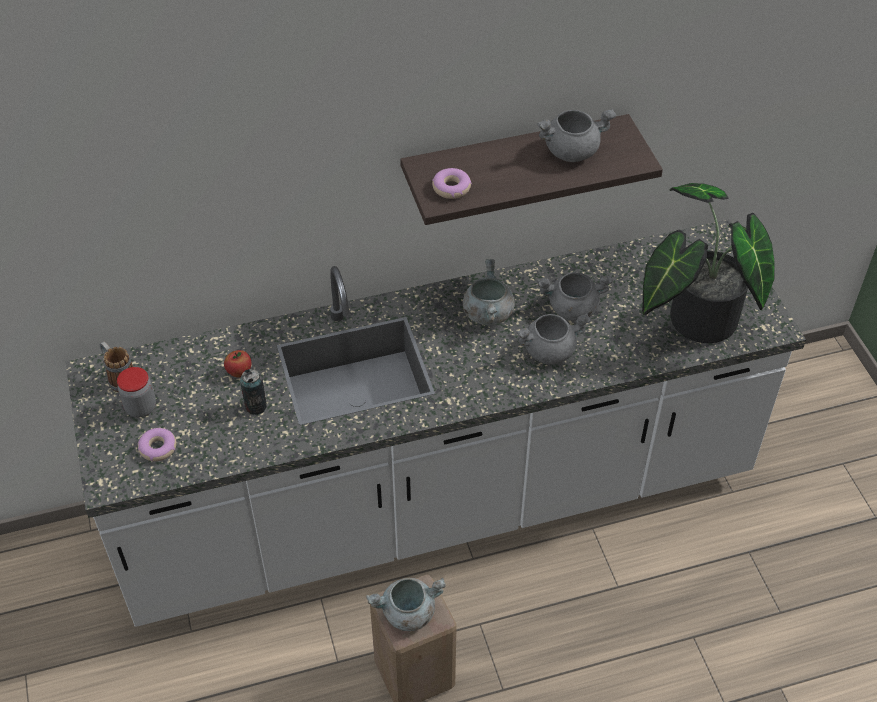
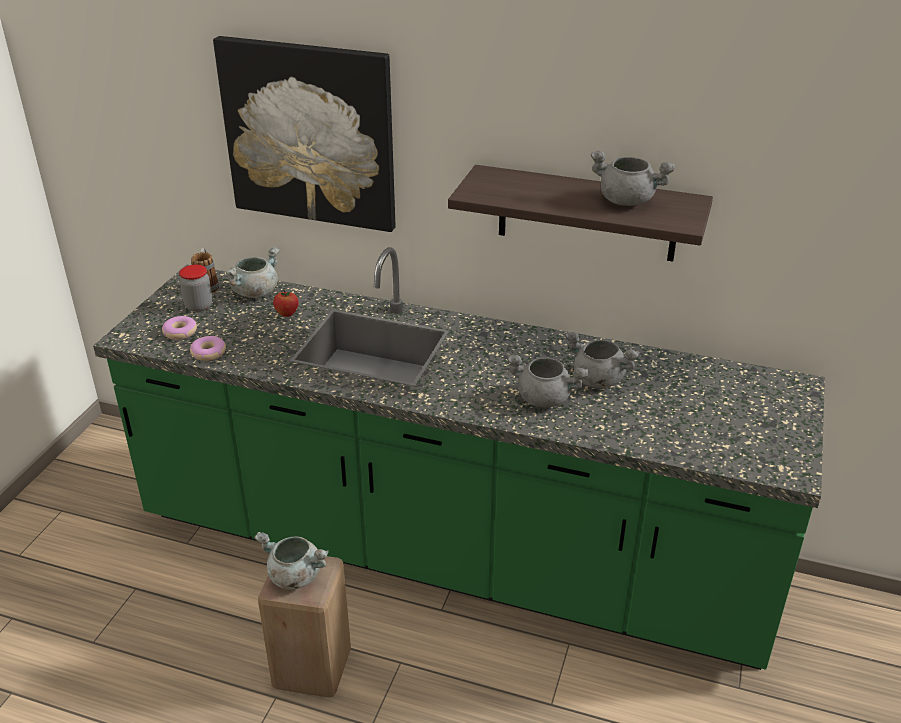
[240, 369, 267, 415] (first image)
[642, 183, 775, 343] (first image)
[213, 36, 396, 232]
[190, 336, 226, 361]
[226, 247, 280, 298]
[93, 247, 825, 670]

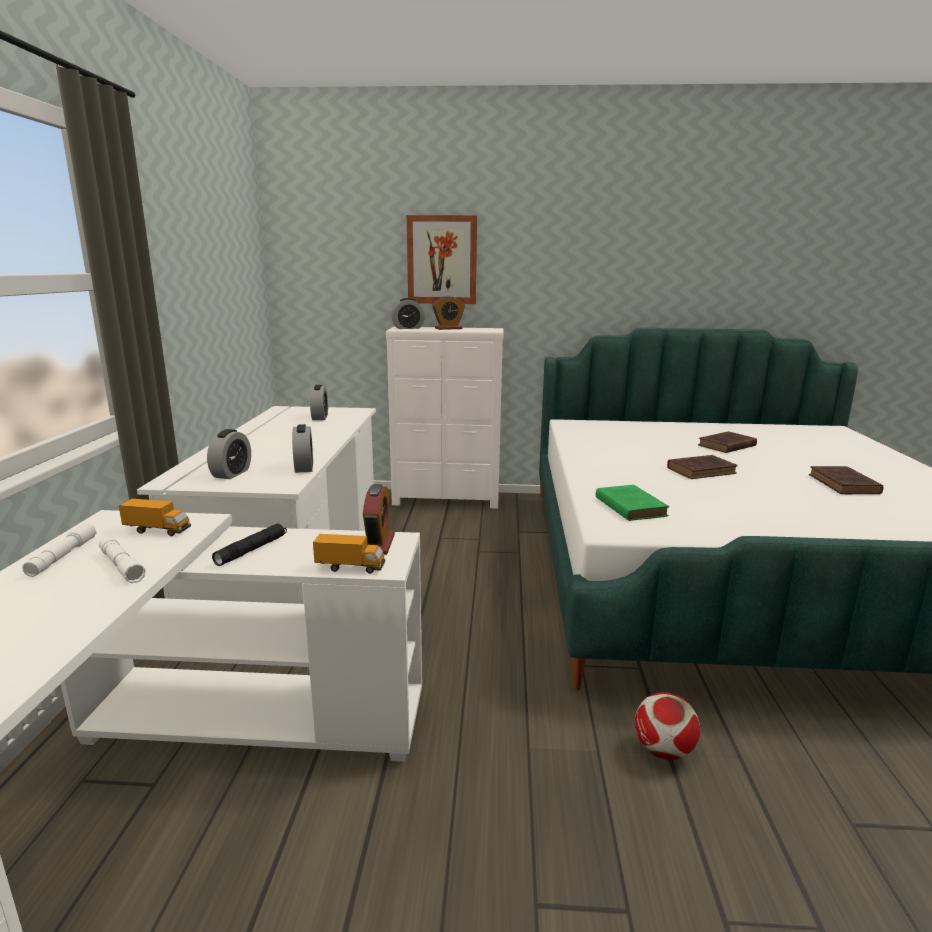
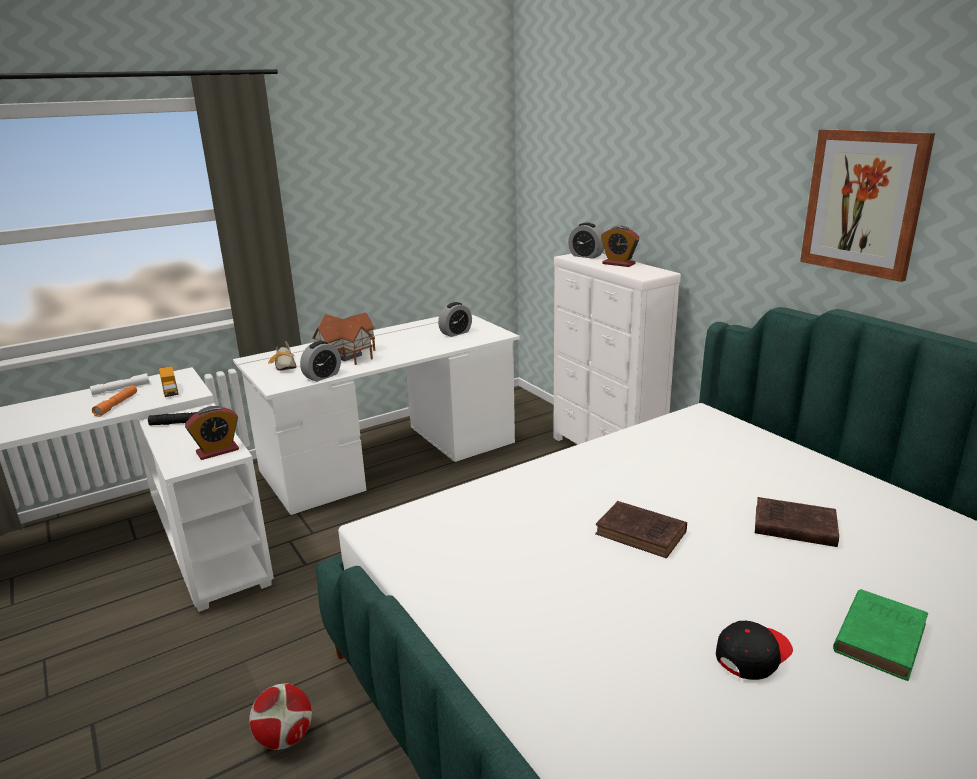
[313, 534, 385, 574] (first image)
[312, 313, 375, 365]
[800, 129, 935, 282]
[833, 589, 928, 681]
[268, 341, 296, 371]
[716, 621, 793, 680]
[92, 385, 137, 417]

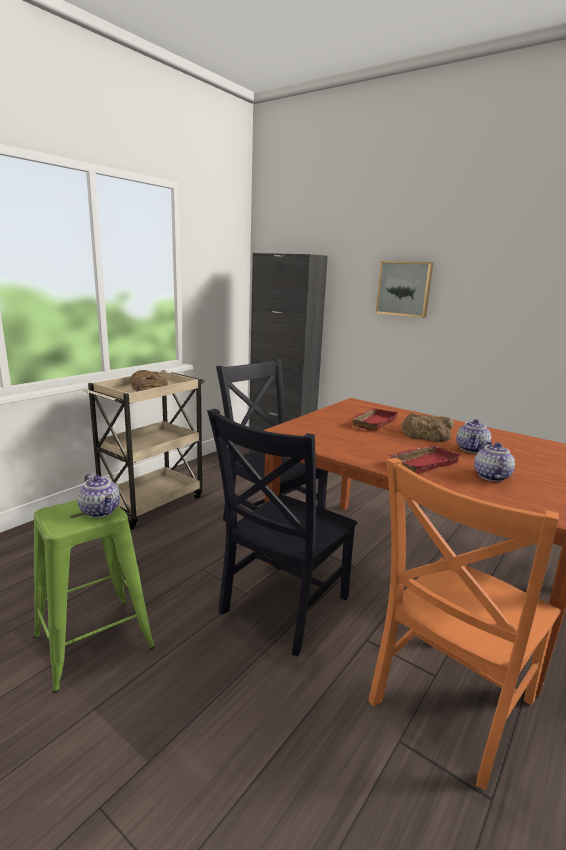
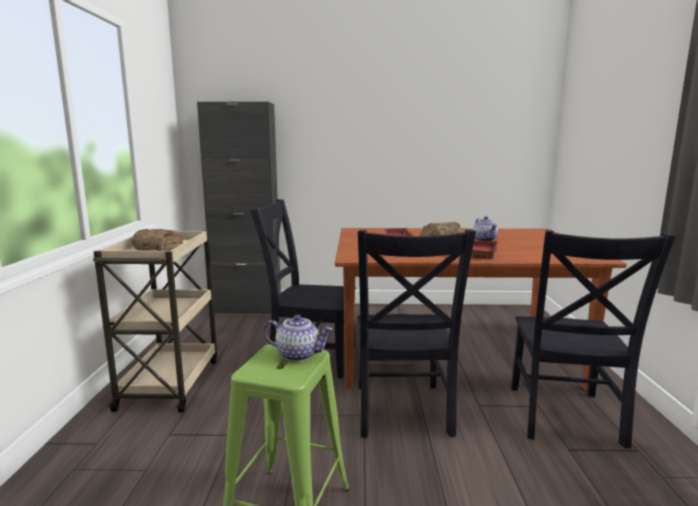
[376, 261, 433, 318] (first image)
[474, 441, 515, 482] (first image)
[511, 230, 676, 449]

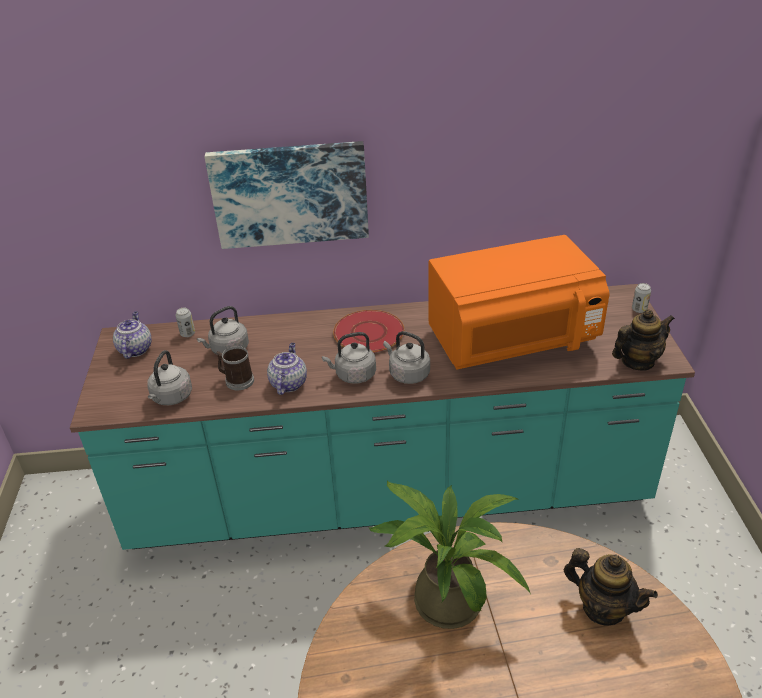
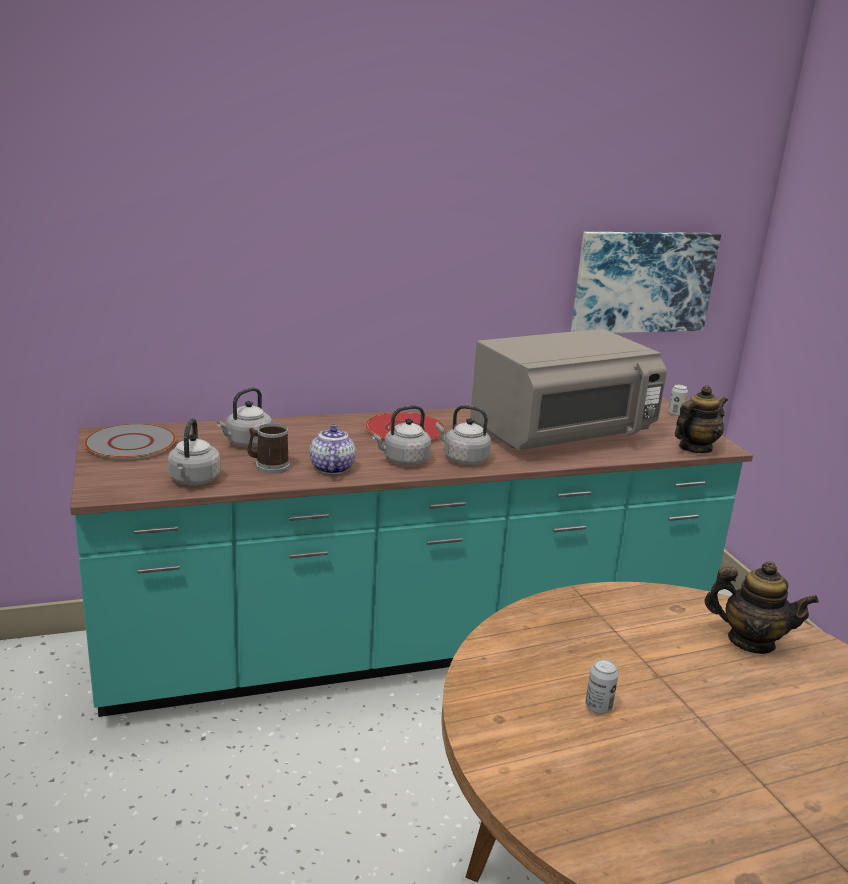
[369, 481, 531, 629] (first image)
[585, 659, 619, 714]
[571, 232, 721, 333]
[84, 424, 176, 460]
[470, 329, 667, 450]

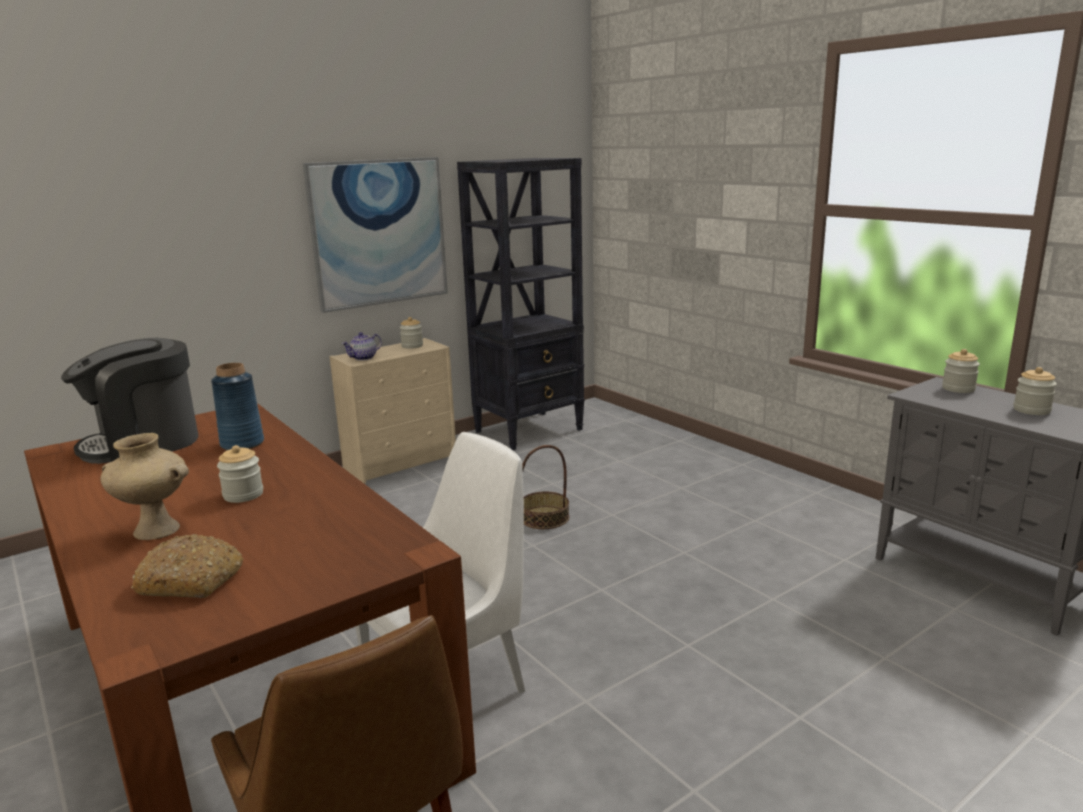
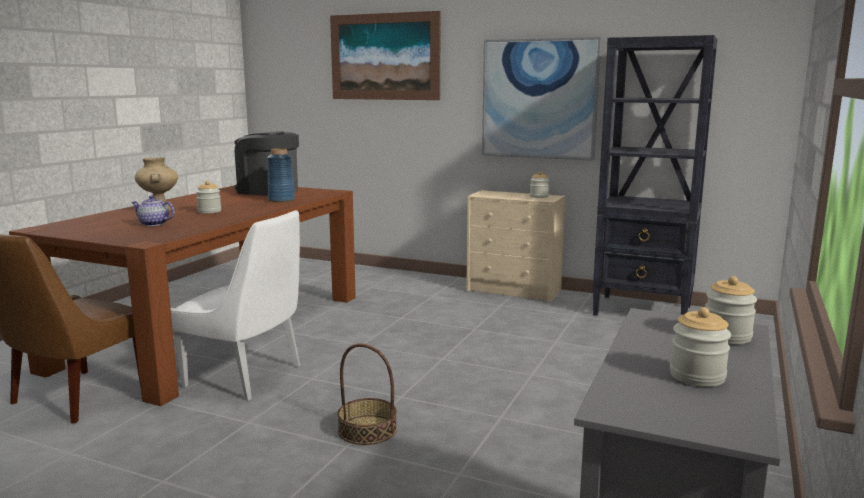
[131, 534, 243, 598] (first image)
[330, 11, 440, 100]
[131, 195, 175, 226]
[337, 343, 397, 445]

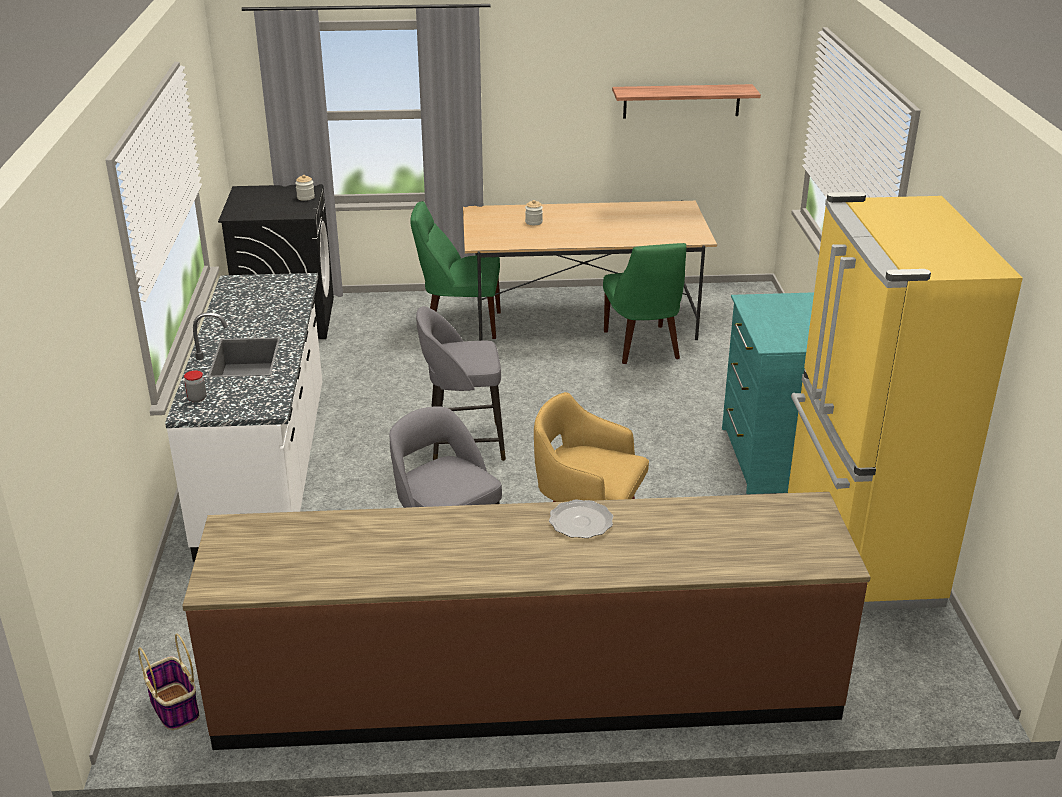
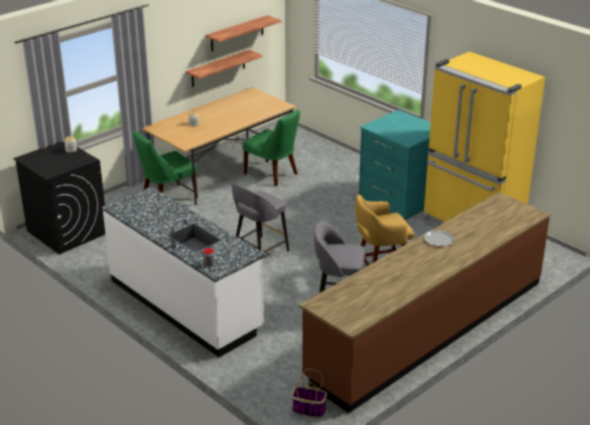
[186, 50, 263, 87]

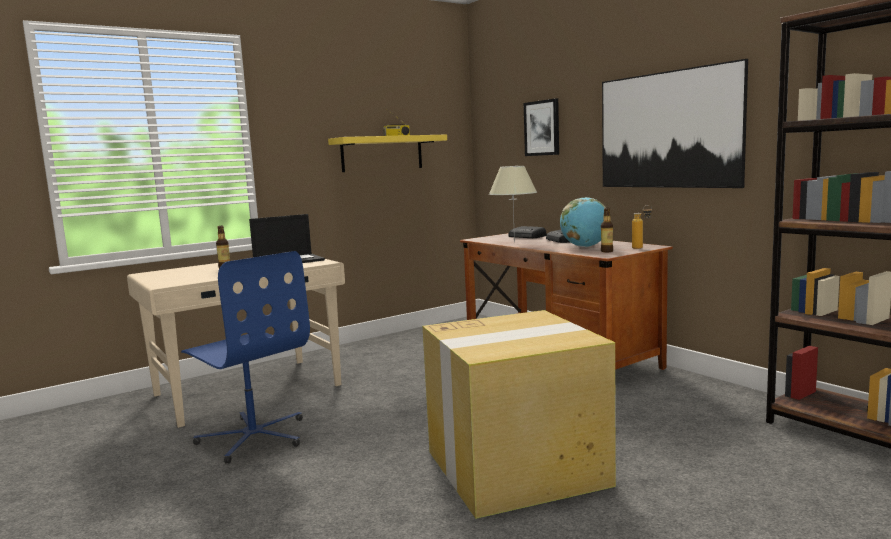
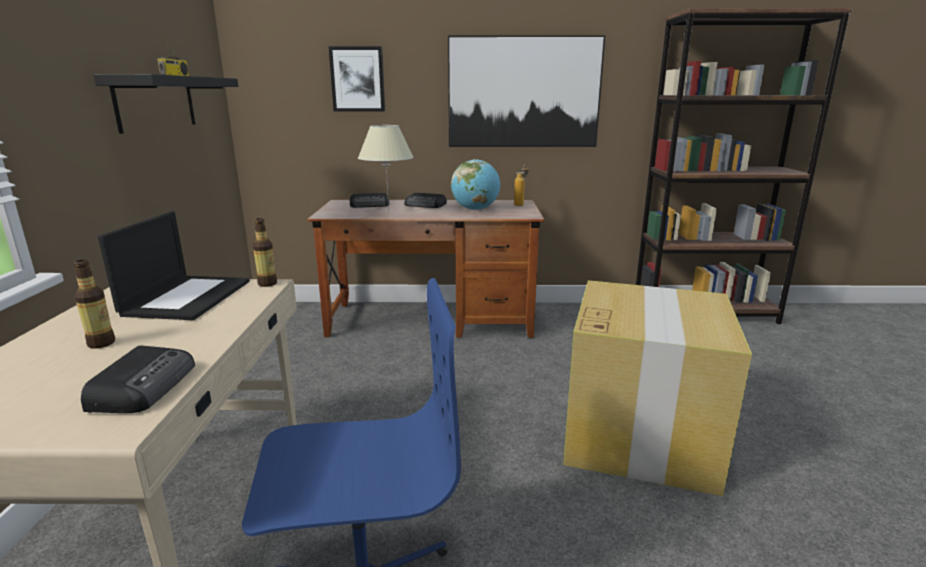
[81, 345, 195, 413]
[253, 218, 277, 287]
[93, 74, 238, 134]

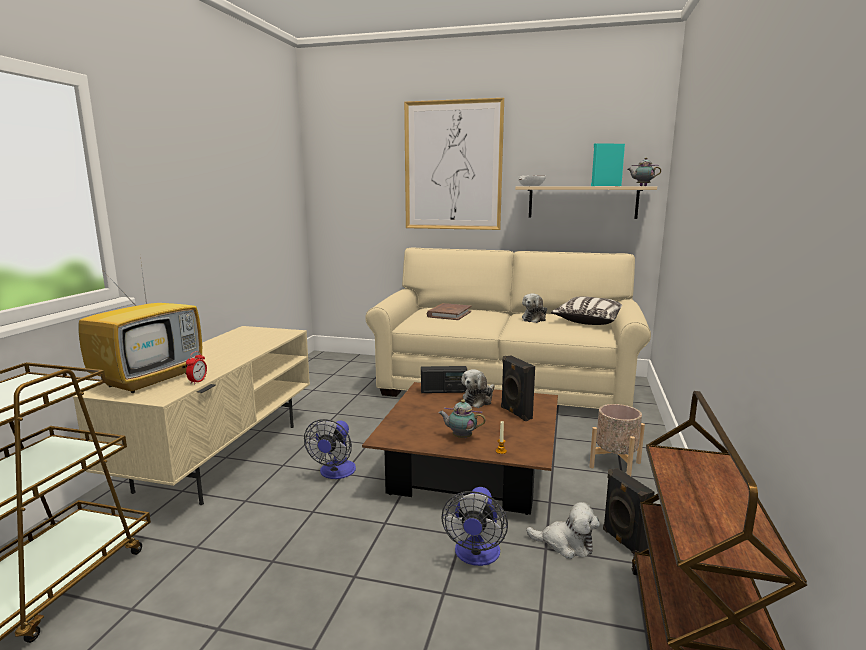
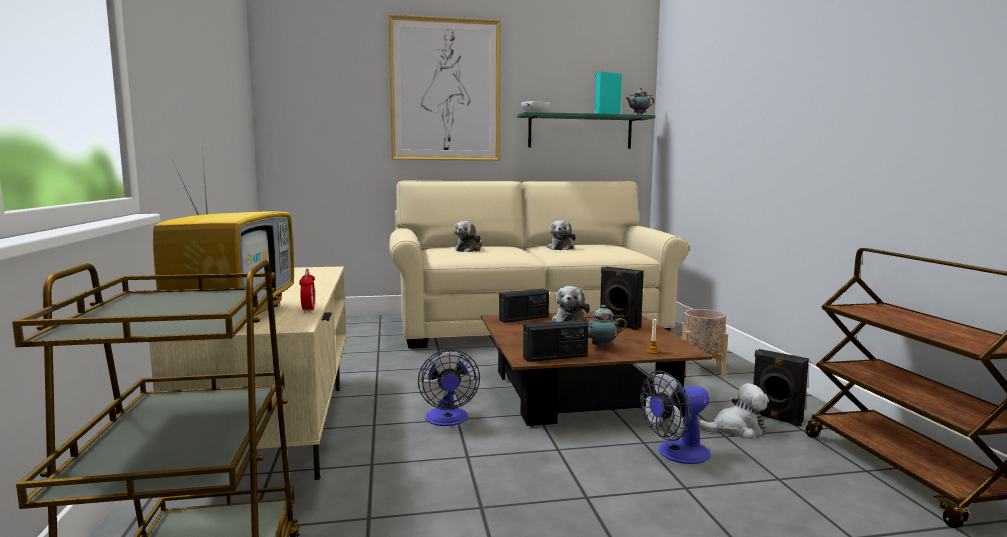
[551, 296, 622, 325] (first image)
[523, 320, 588, 362]
[454, 221, 483, 252]
[517, 112, 655, 149]
[640, 370, 711, 464]

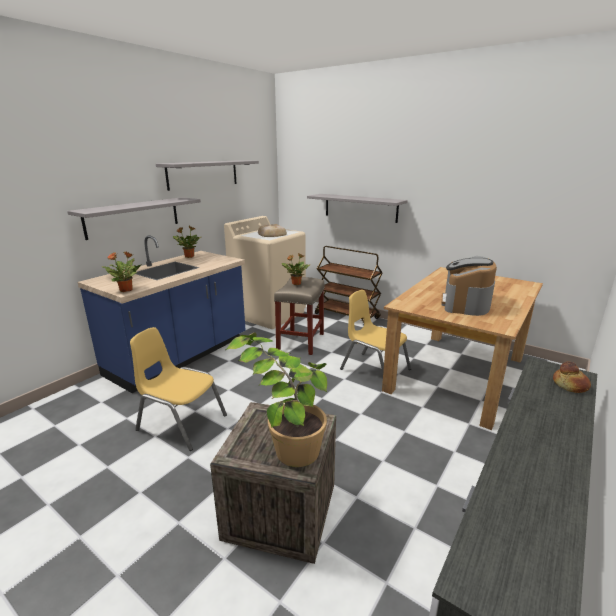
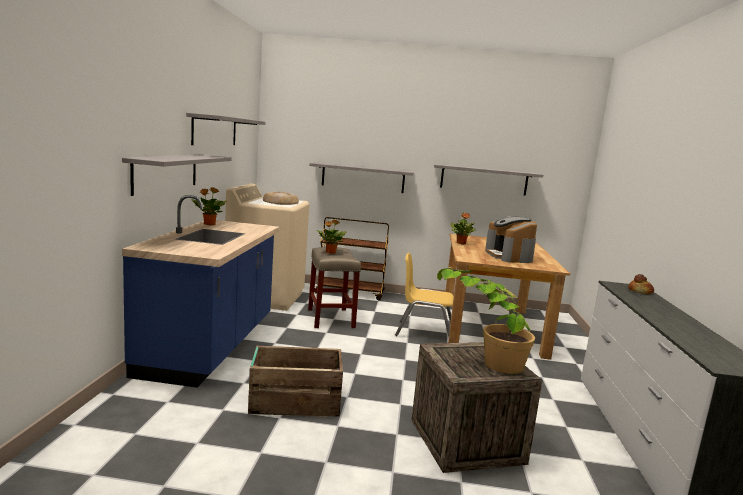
[434, 164, 543, 196]
[451, 213, 476, 244]
[248, 346, 343, 417]

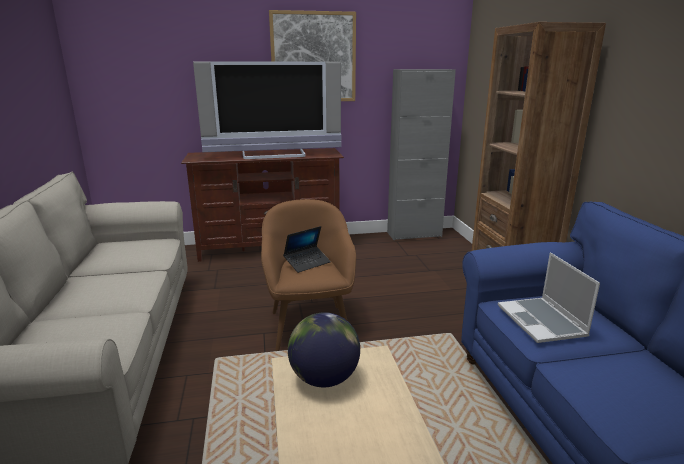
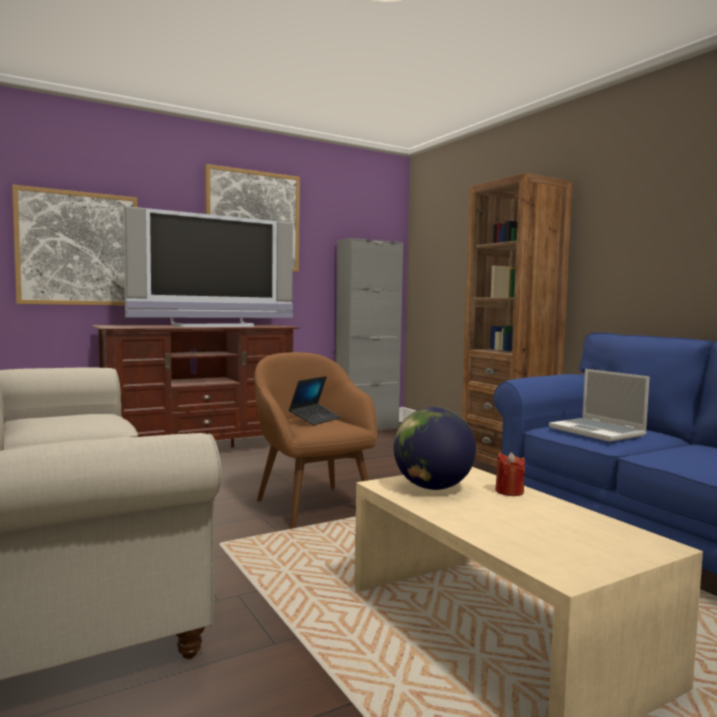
[12, 185, 138, 306]
[495, 452, 525, 496]

